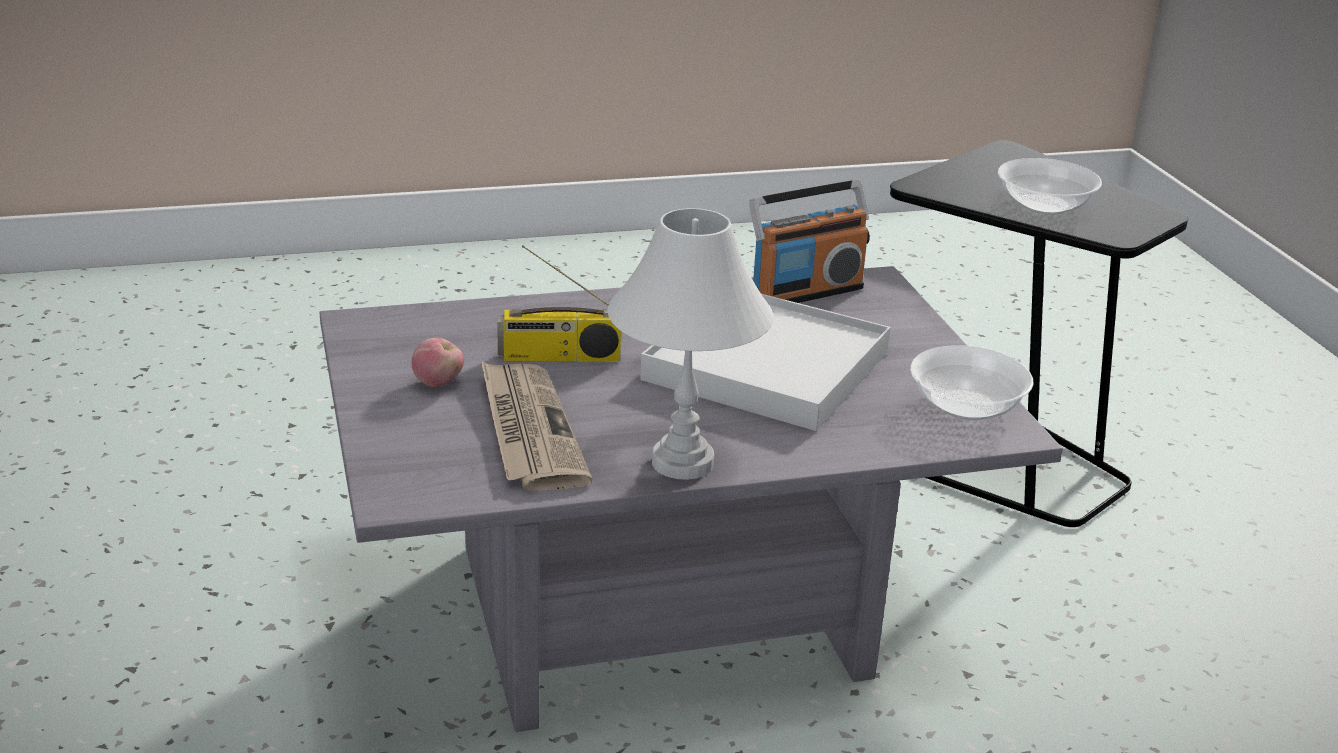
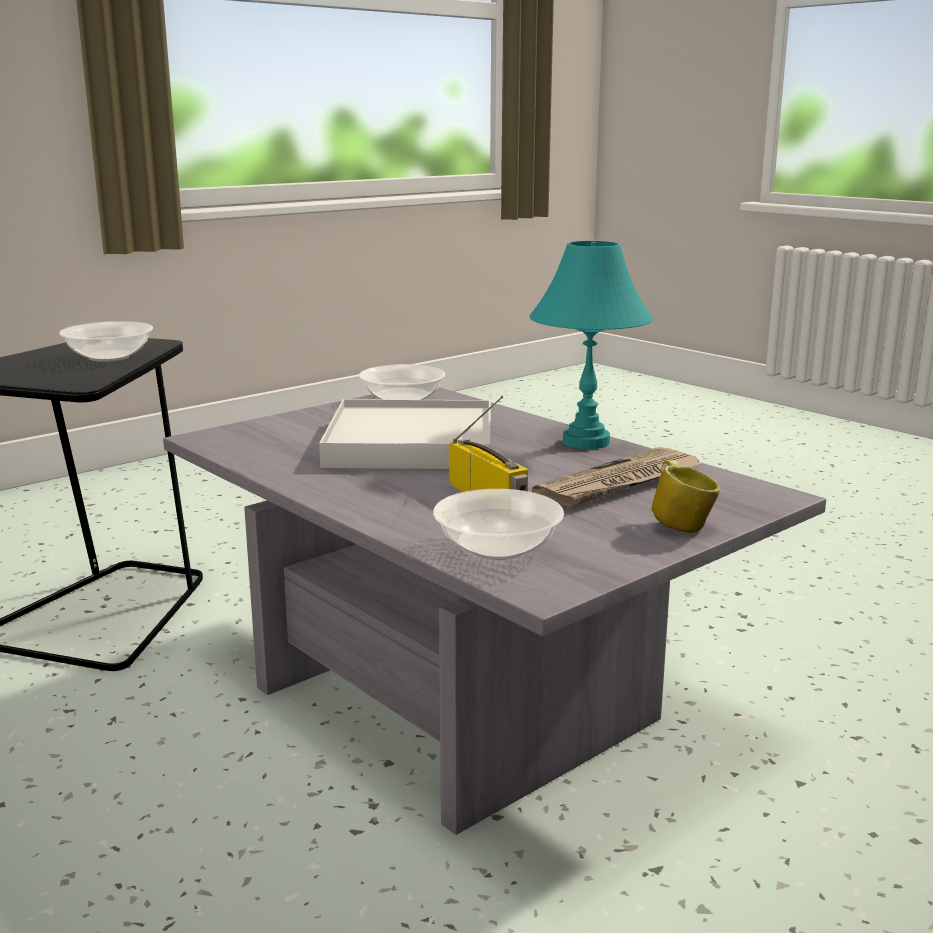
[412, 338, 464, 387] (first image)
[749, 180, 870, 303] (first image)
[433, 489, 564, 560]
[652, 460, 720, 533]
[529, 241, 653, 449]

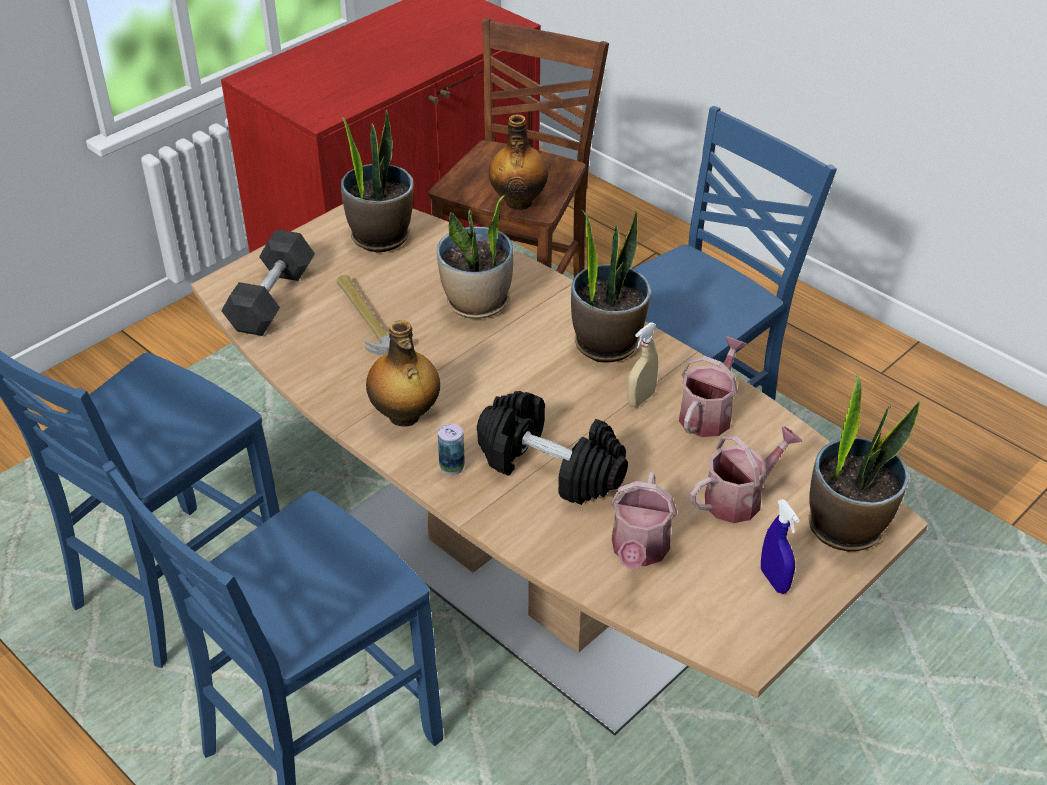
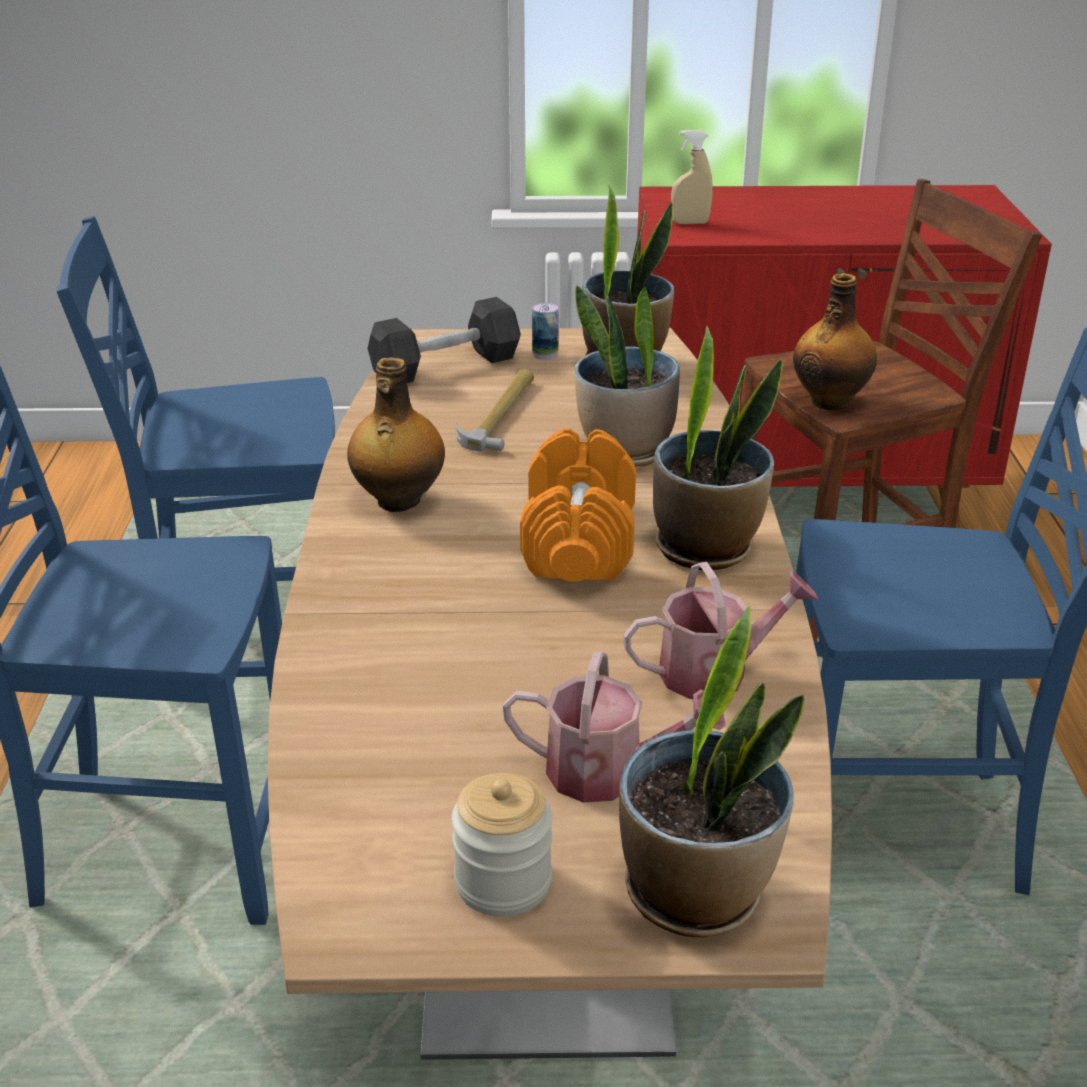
[477, 391, 628, 505] (first image)
[611, 472, 677, 569] (first image)
[520, 428, 636, 582]
[532, 303, 559, 360]
[671, 130, 713, 224]
[451, 773, 552, 917]

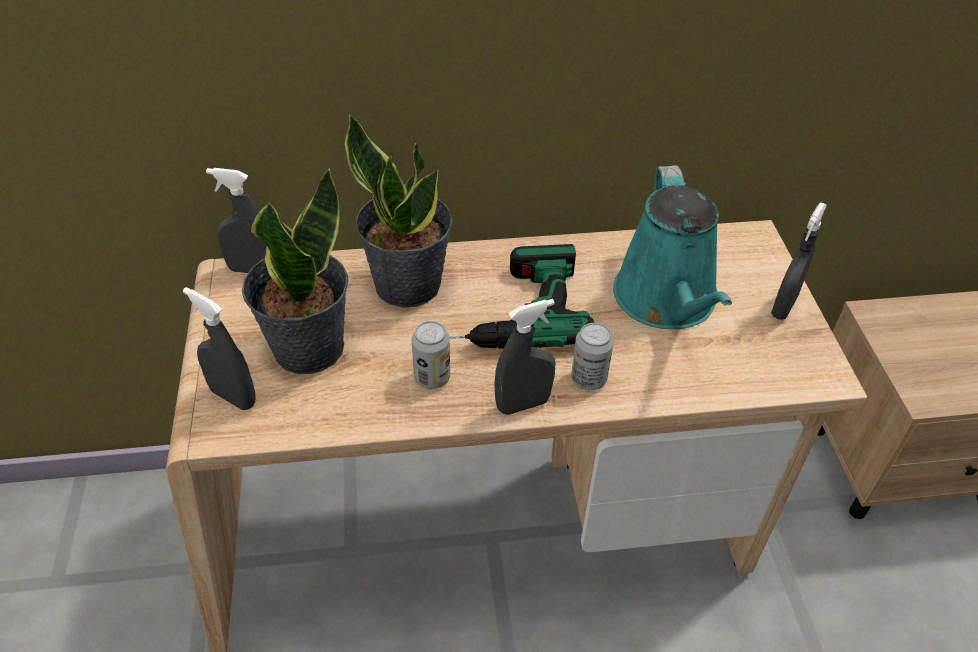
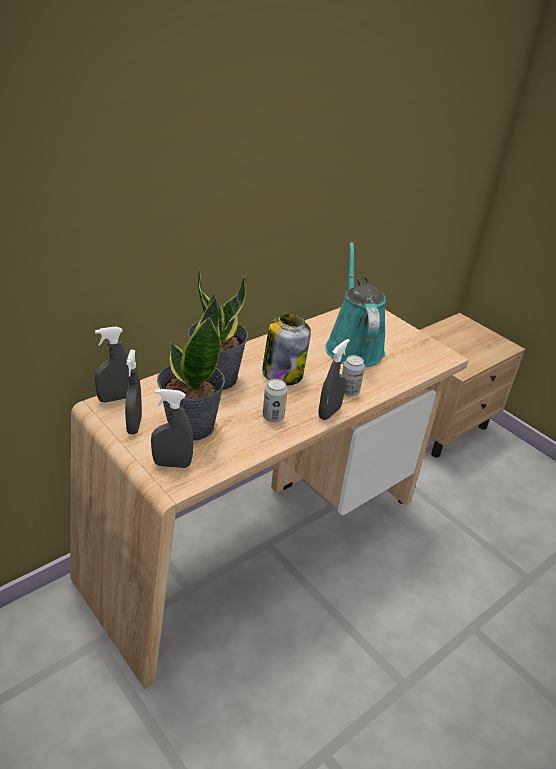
[125, 350, 142, 434]
[262, 313, 311, 386]
[325, 242, 386, 367]

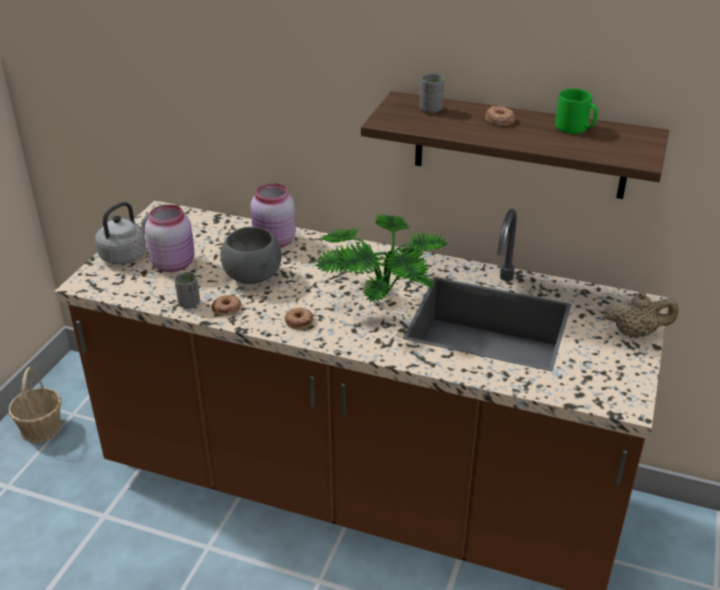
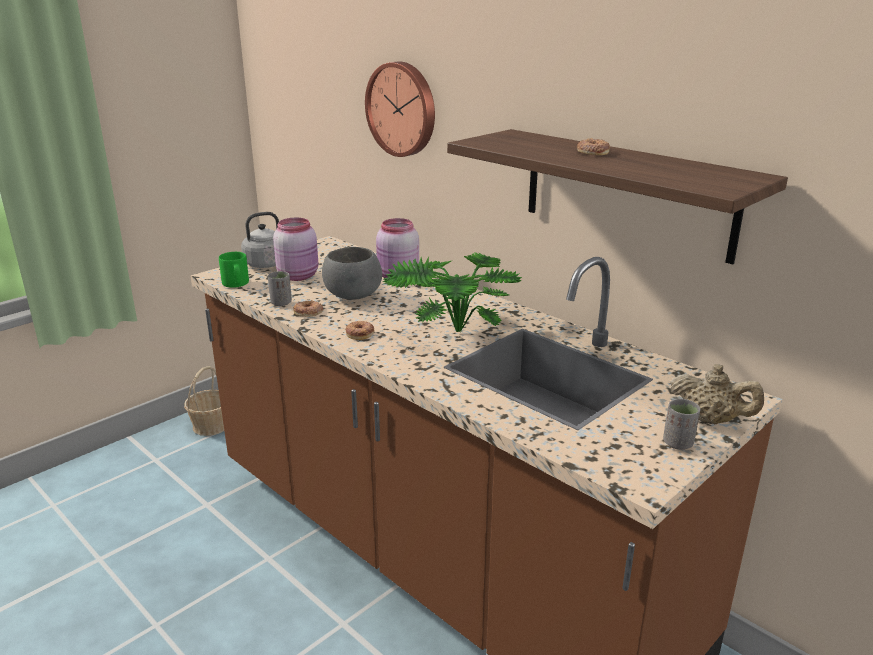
[365, 62, 435, 157]
[663, 398, 700, 450]
[219, 252, 249, 288]

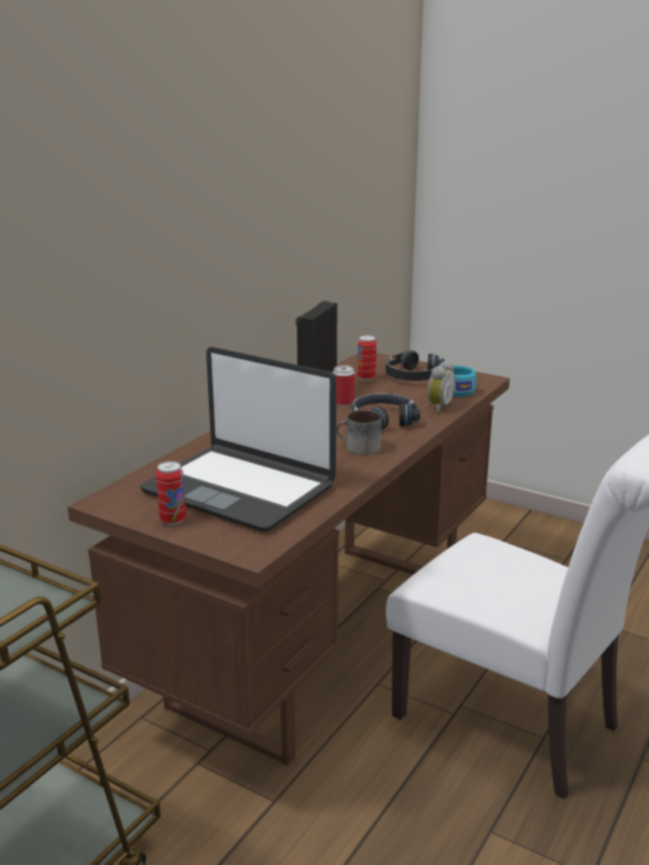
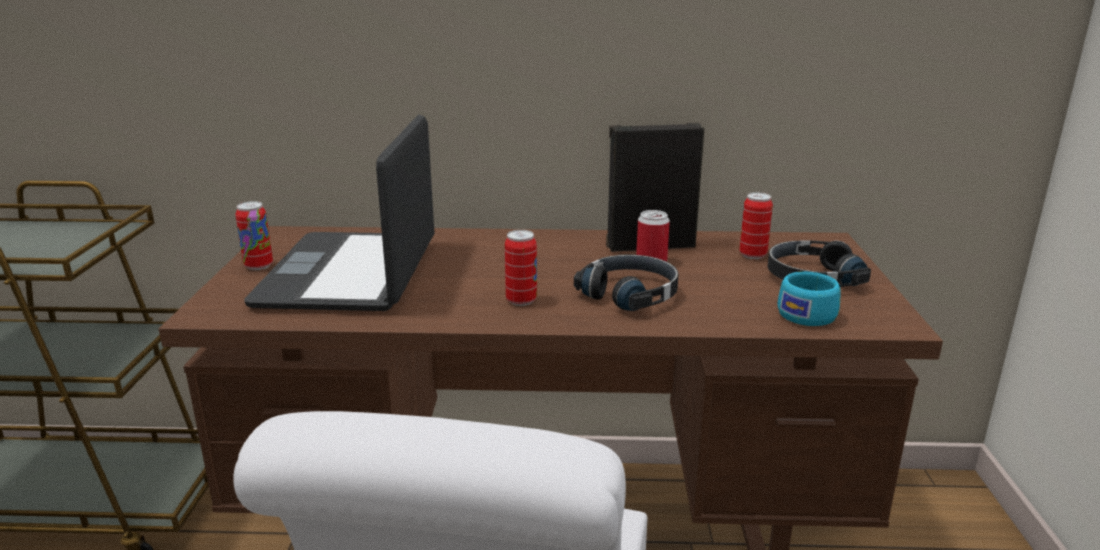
[428, 361, 456, 413] (first image)
[505, 230, 537, 306]

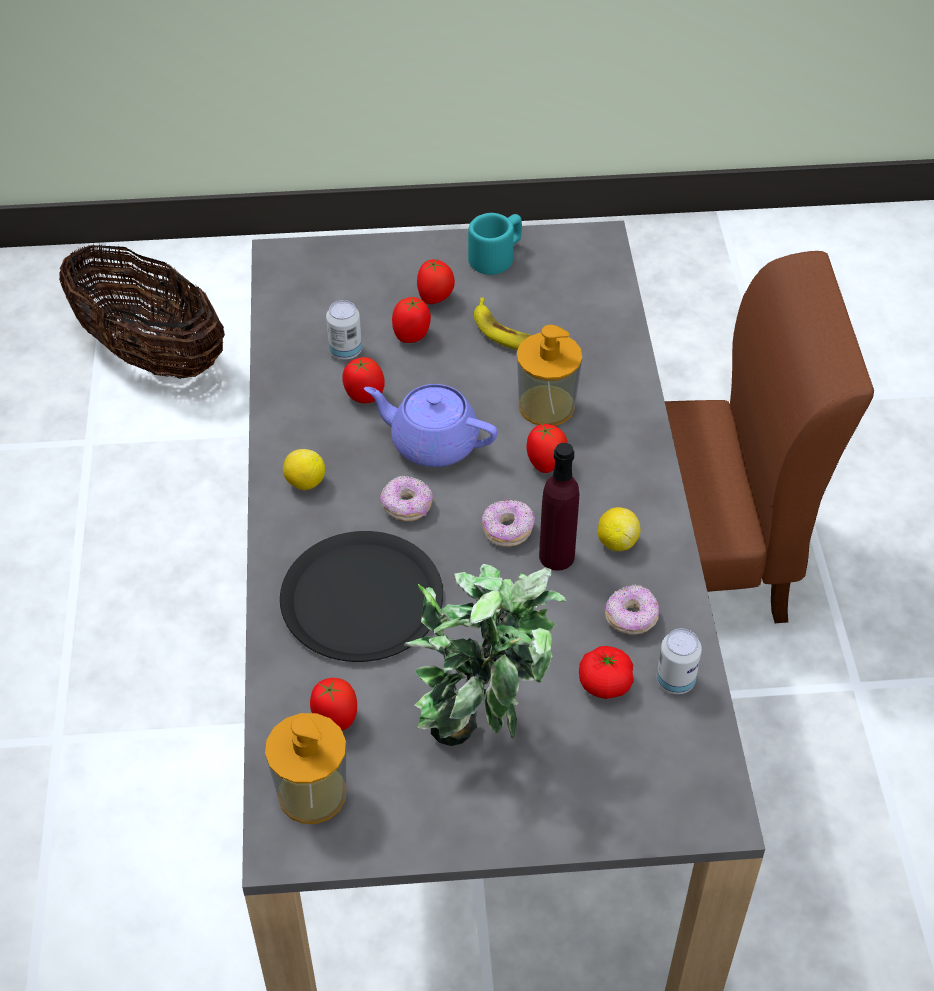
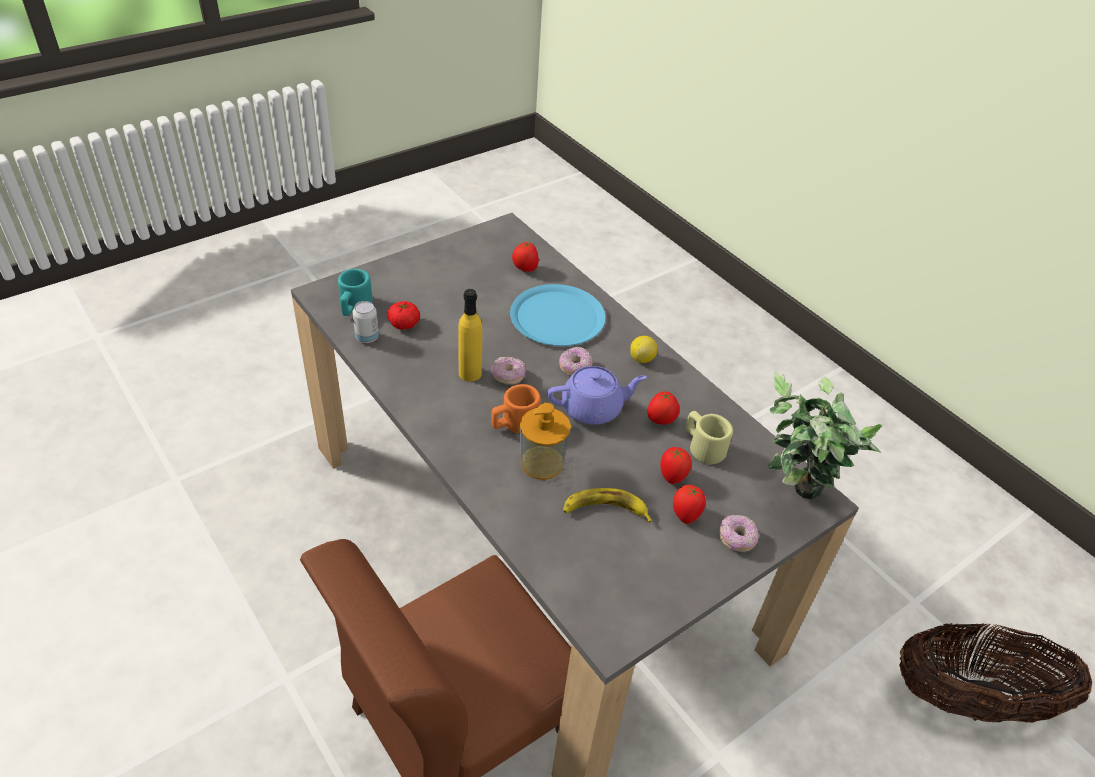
[265, 713, 346, 824] (first image)
[598, 507, 641, 551] (first image)
[768, 372, 882, 499]
[338, 269, 372, 316]
[719, 515, 759, 552]
[686, 411, 733, 464]
[491, 384, 541, 434]
[510, 284, 606, 346]
[458, 289, 482, 382]

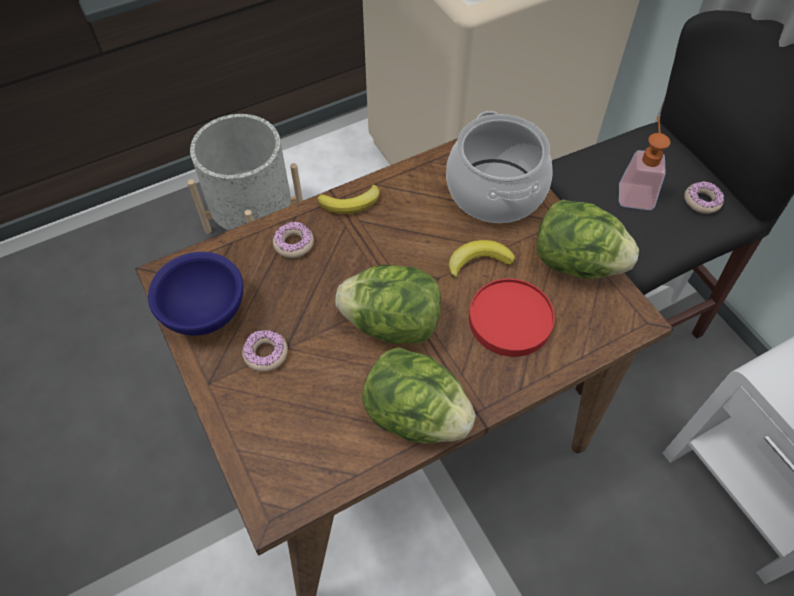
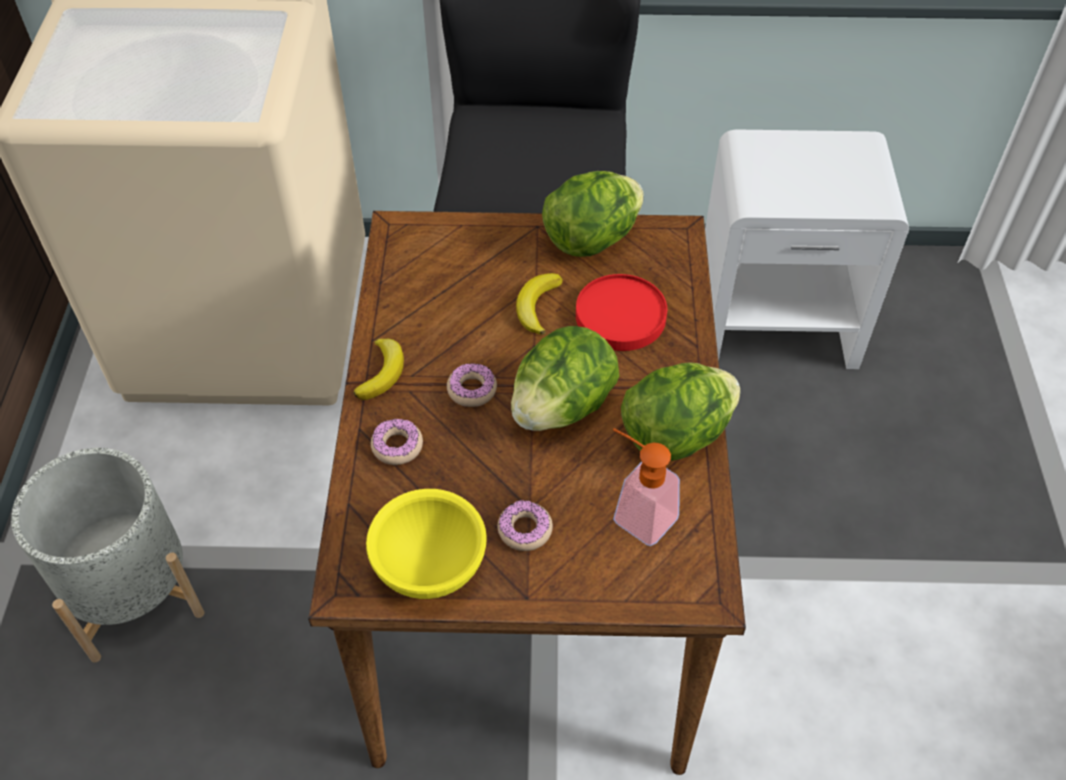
[446, 111, 553, 223] (first image)
[613, 428, 680, 546]
[447, 363, 497, 407]
[366, 489, 487, 599]

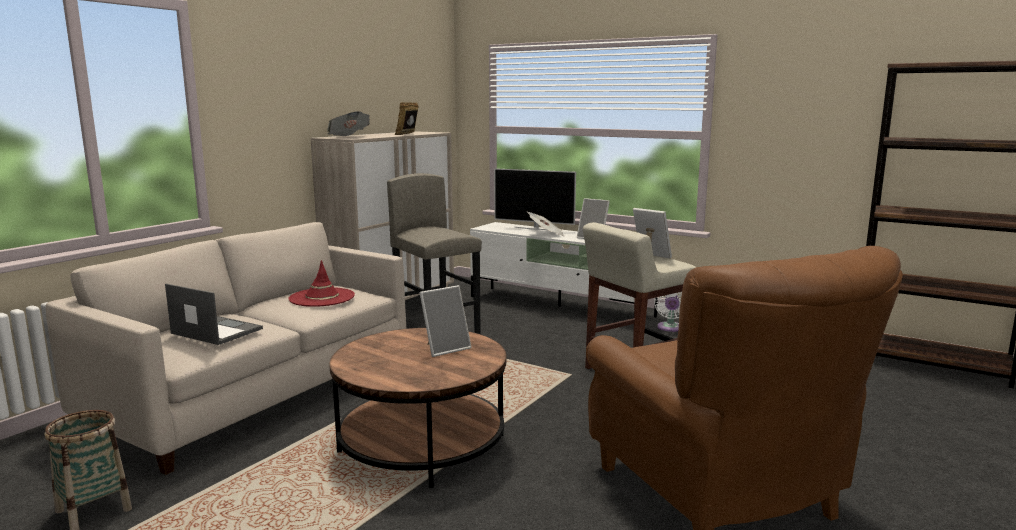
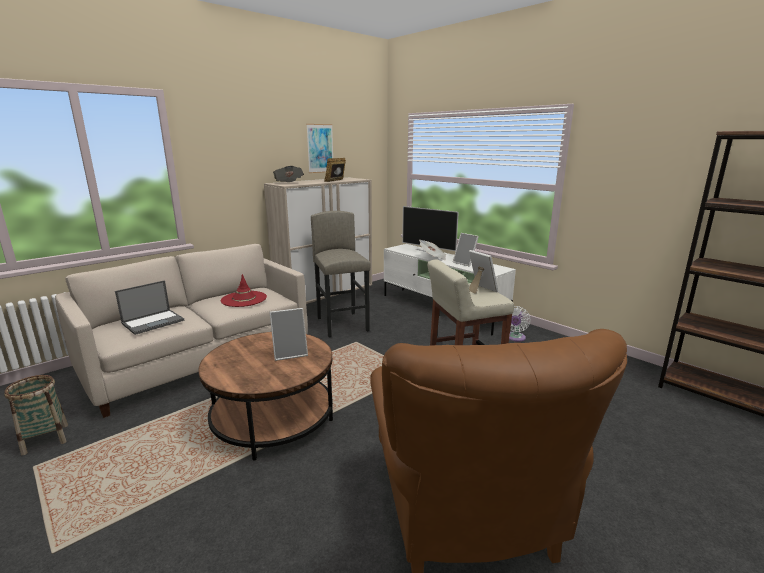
[306, 124, 333, 173]
[115, 280, 185, 335]

